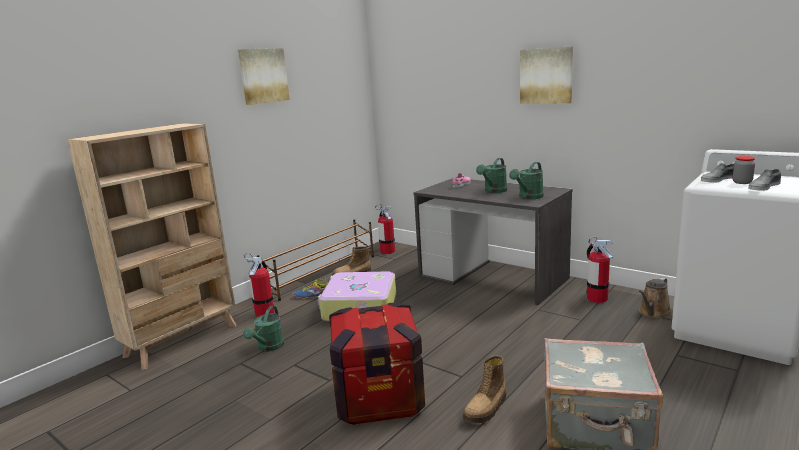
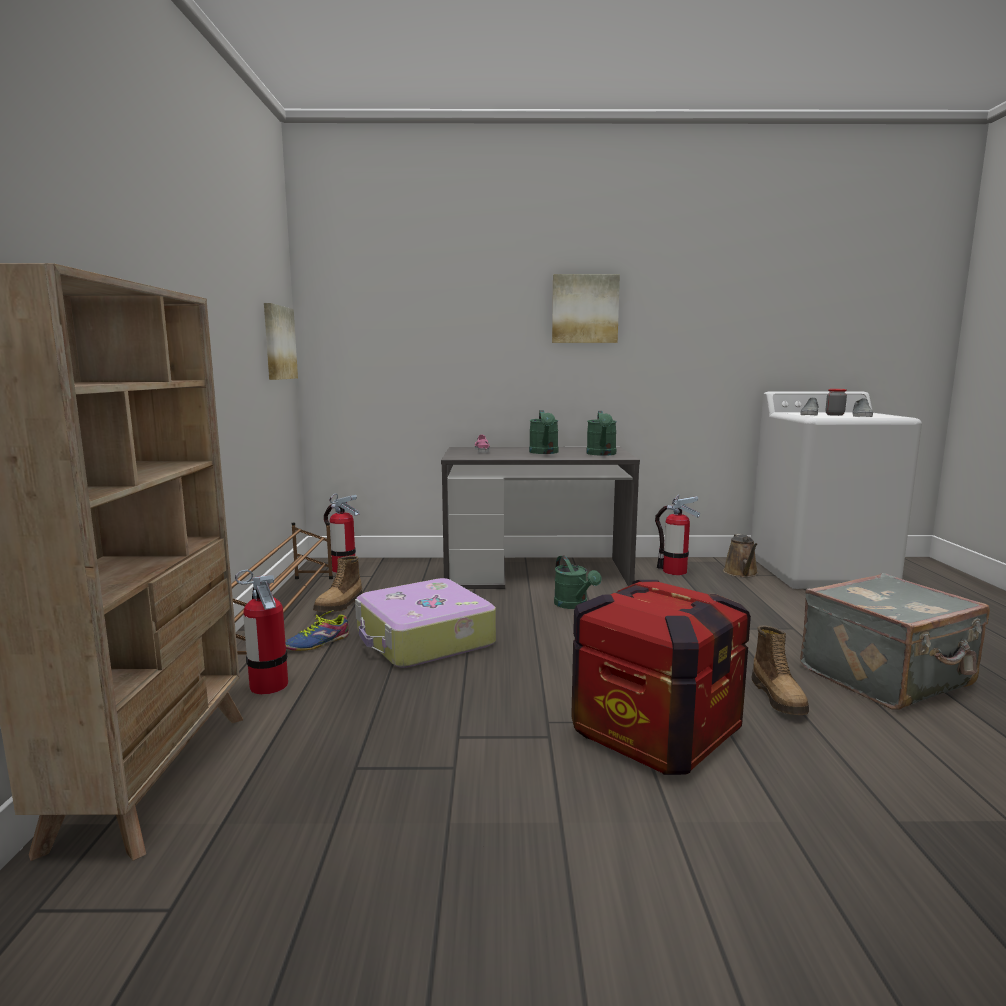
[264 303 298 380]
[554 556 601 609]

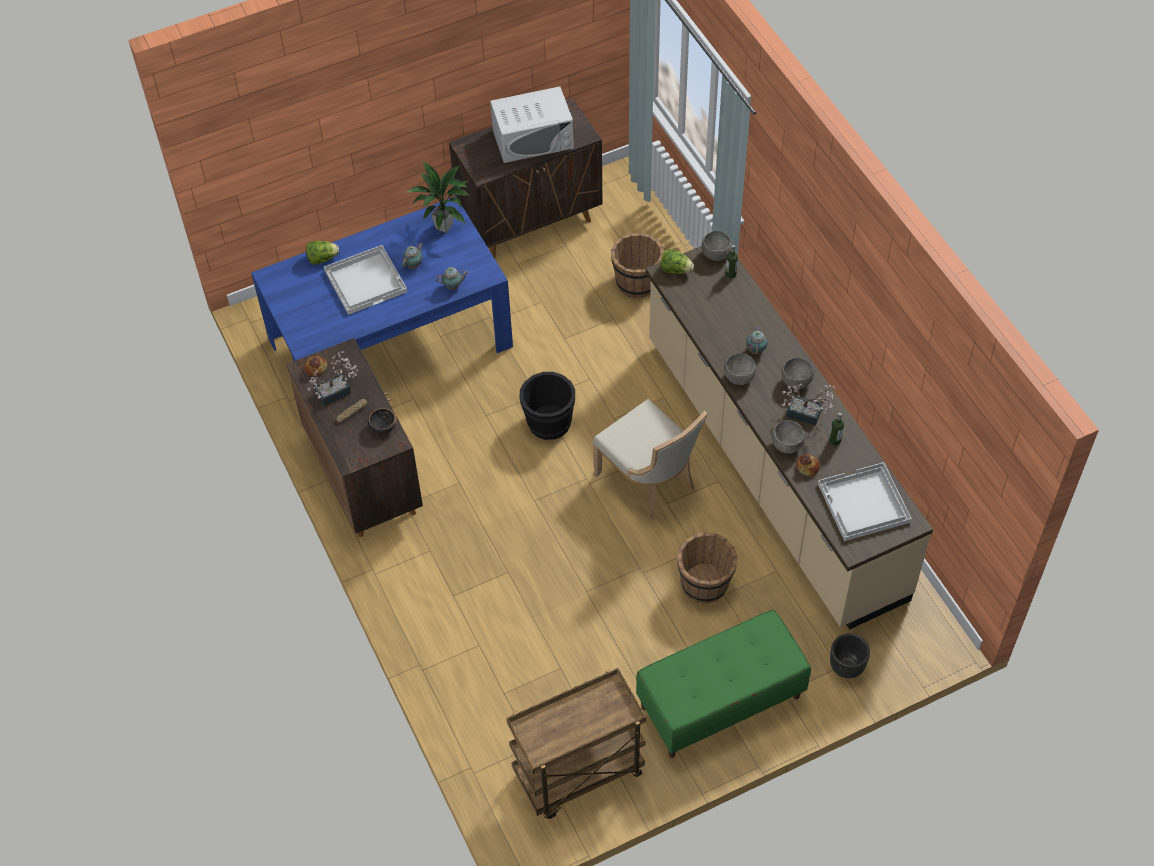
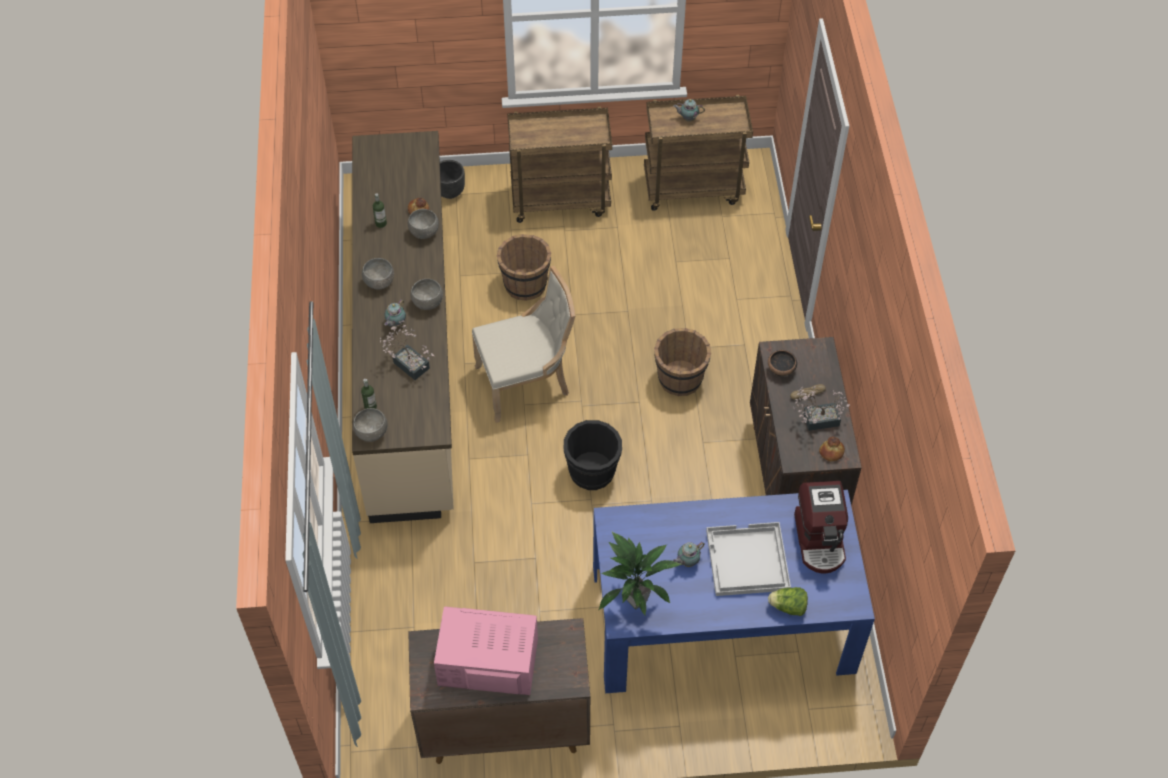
[434 607 538 695]
[654 328 711 396]
[661 249 694 274] (first image)
[673 99 705 122]
[380 321 434 380]
[472 266 575 423]
[818 462 912 541] (first image)
[507 107 612 223]
[794 481 848 574]

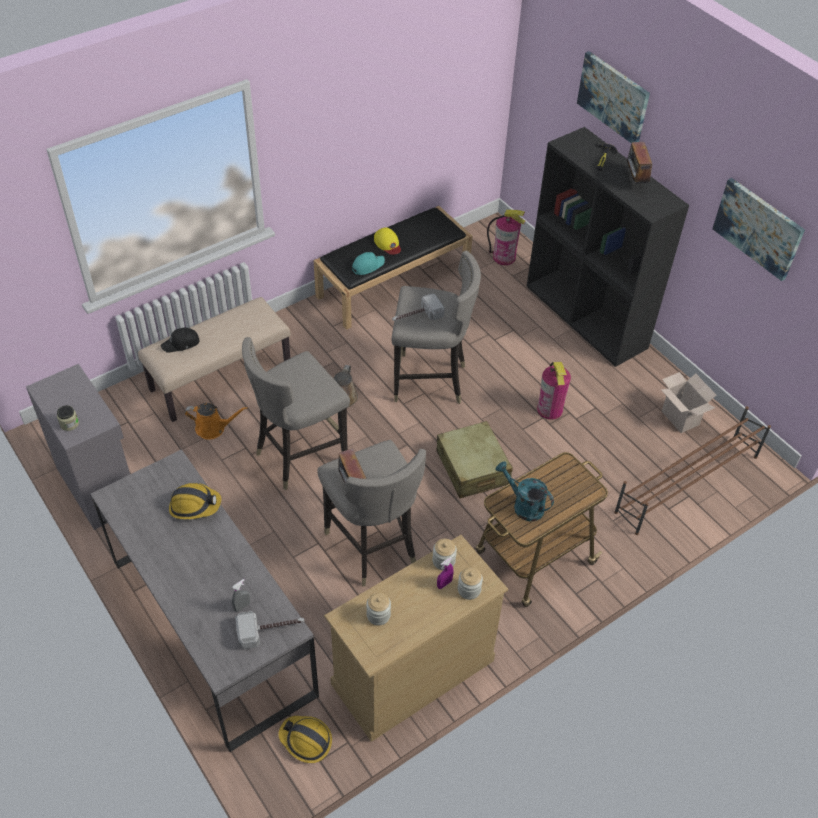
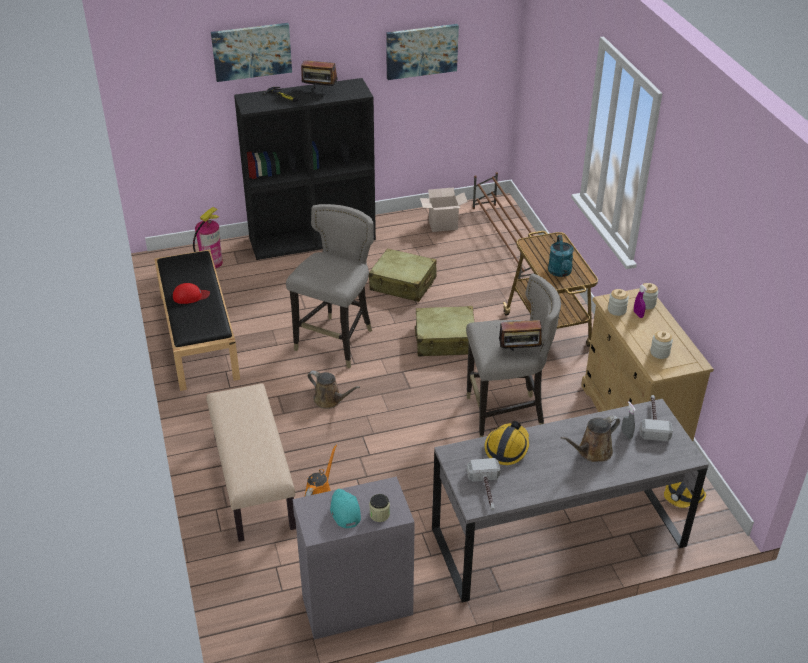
[173 283 210 304]
[330 489 361 528]
[467 458 501 510]
[160 327 200 353] (first image)
[242 337 350 490] (first image)
[369 248 437 302]
[548 235 574 277]
[561 415 620 462]

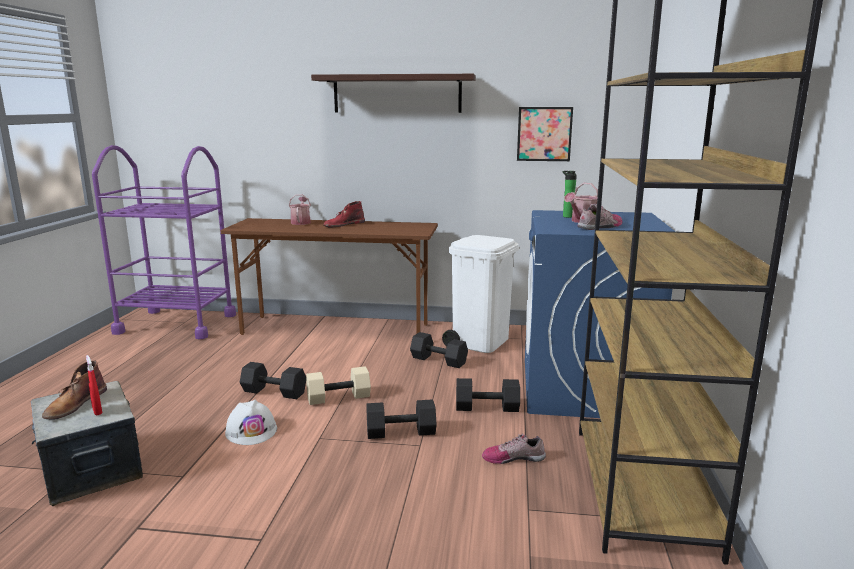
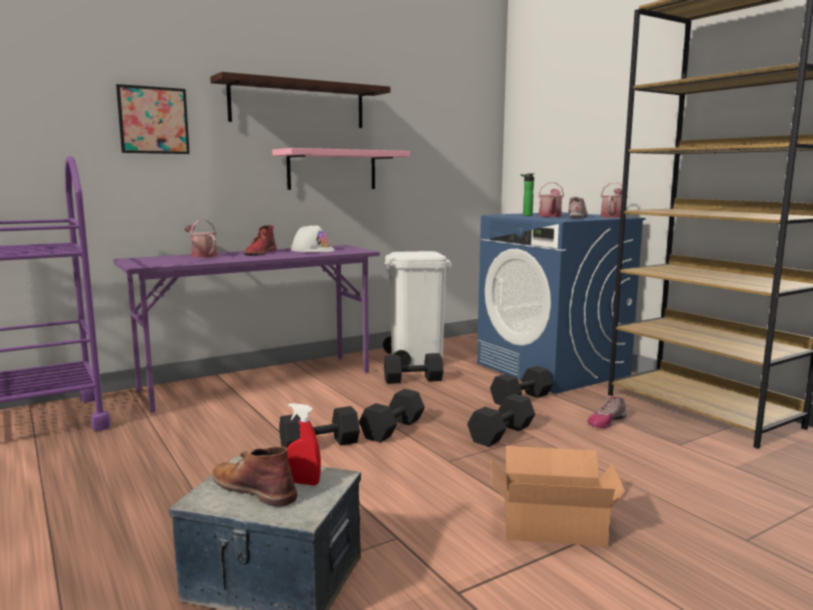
[116 84 190 154]
[113 245 380 413]
[211 446 297 507]
[359 389 425 443]
[291 226 335 252]
[272 148 410 190]
[600 182 622 218]
[491 446 625 546]

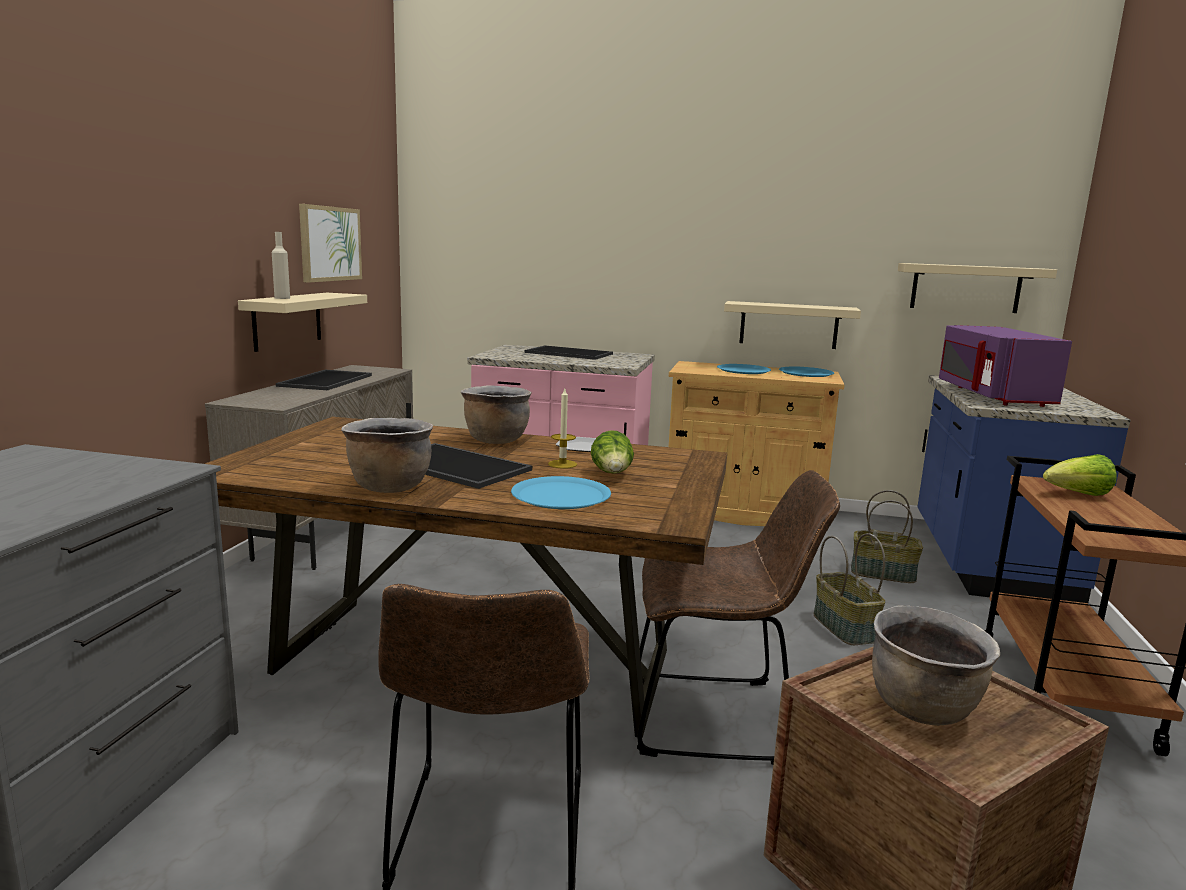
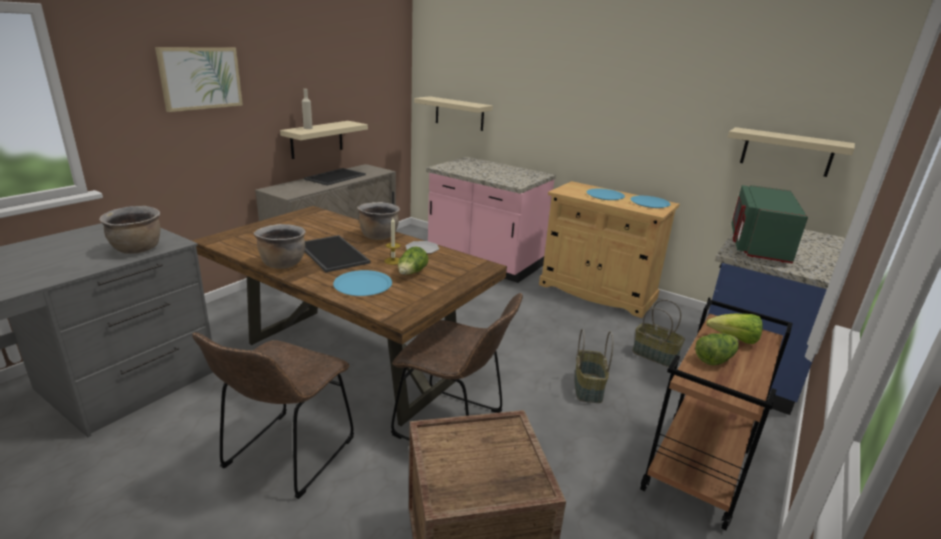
[155 47 243 112]
[414 96 493 131]
[731 185 808 263]
[525 345 613 360] (first image)
[99 206 161 254]
[695 333 739 365]

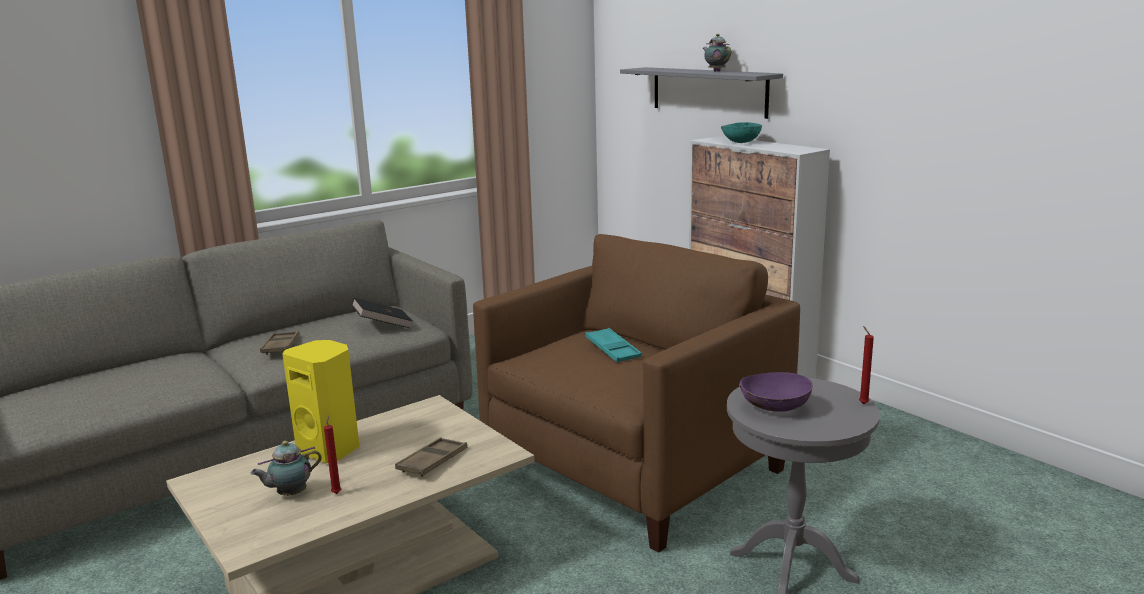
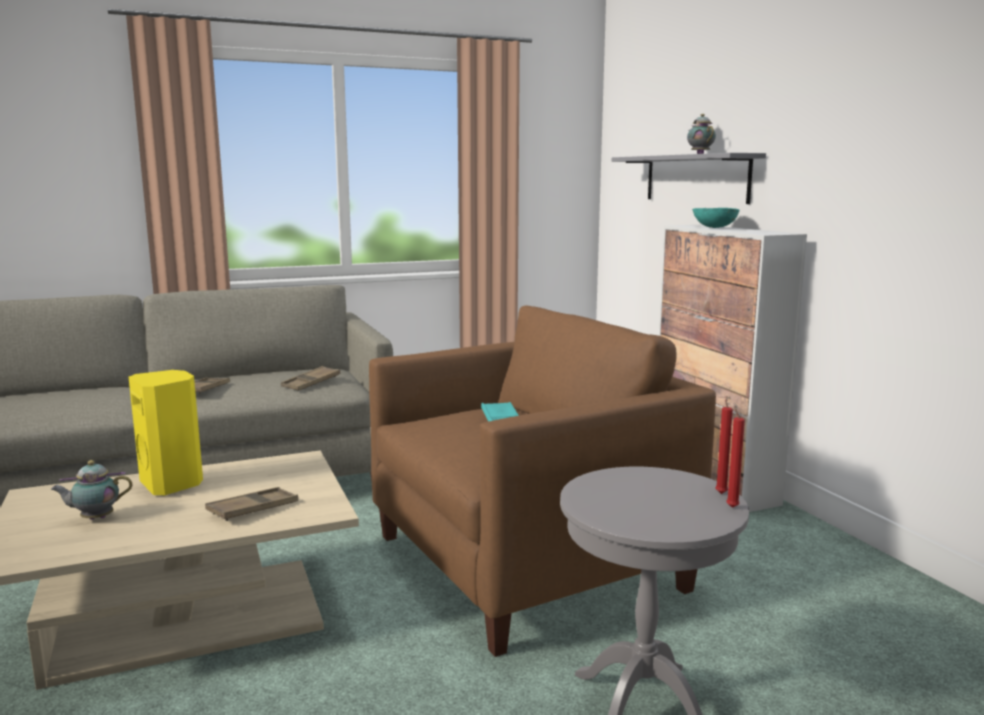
[281 366 340 391]
[739 372 813 412] (first image)
[715 396 733 494]

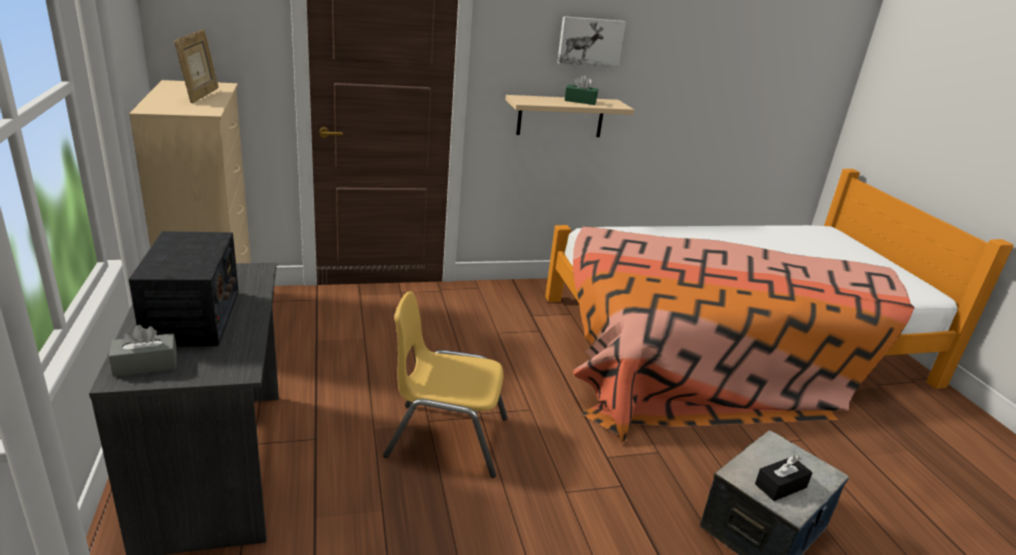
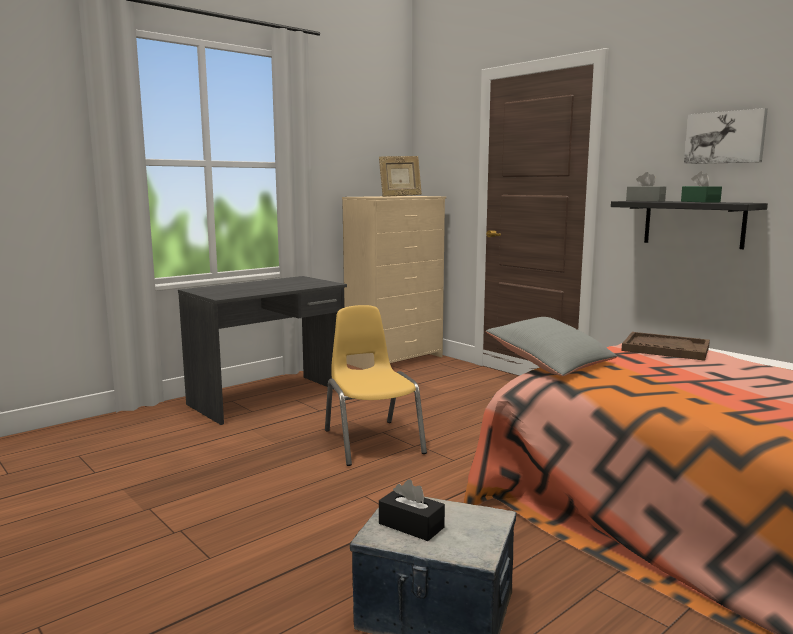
[611 201 768 249]
[128 231 239 346] (first image)
[626 172 666 202]
[486 317 617 376]
[621 332 710 361]

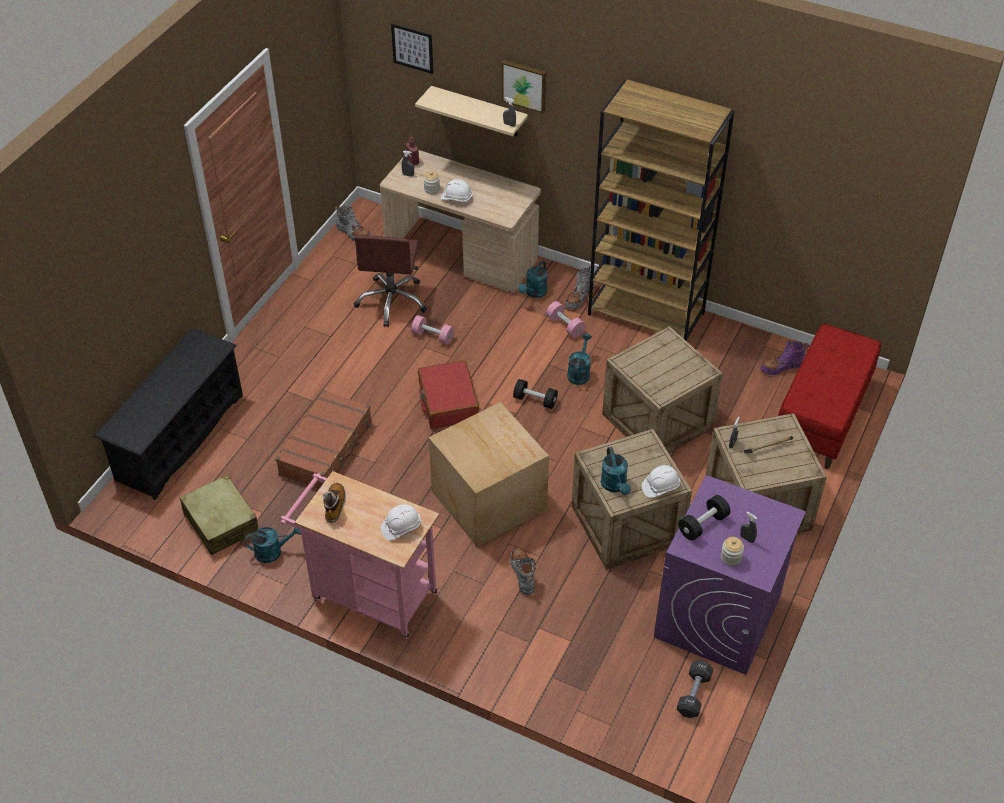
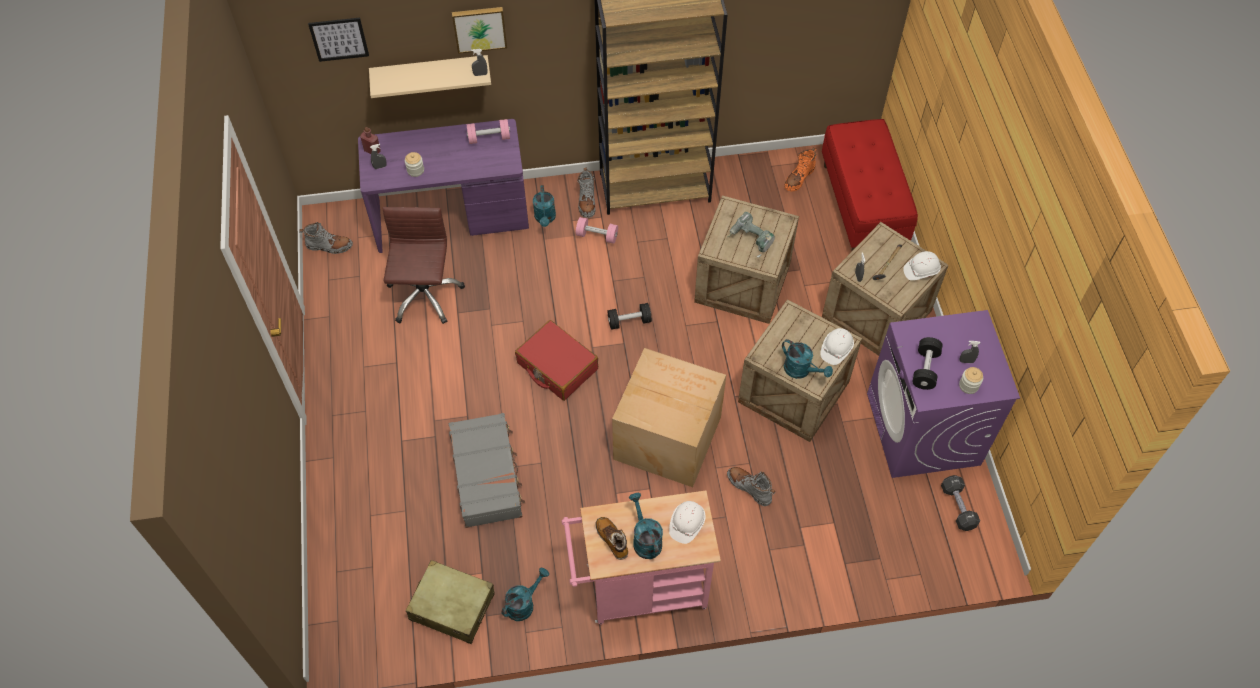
[358 119 529 253]
[903 251 941 280]
[382 207 465 324]
[466 119 510 144]
[94 328 243 500] (first image)
[629 493 663 559]
[784 148 816 192]
[449 413 525 528]
[727 212 775 258]

